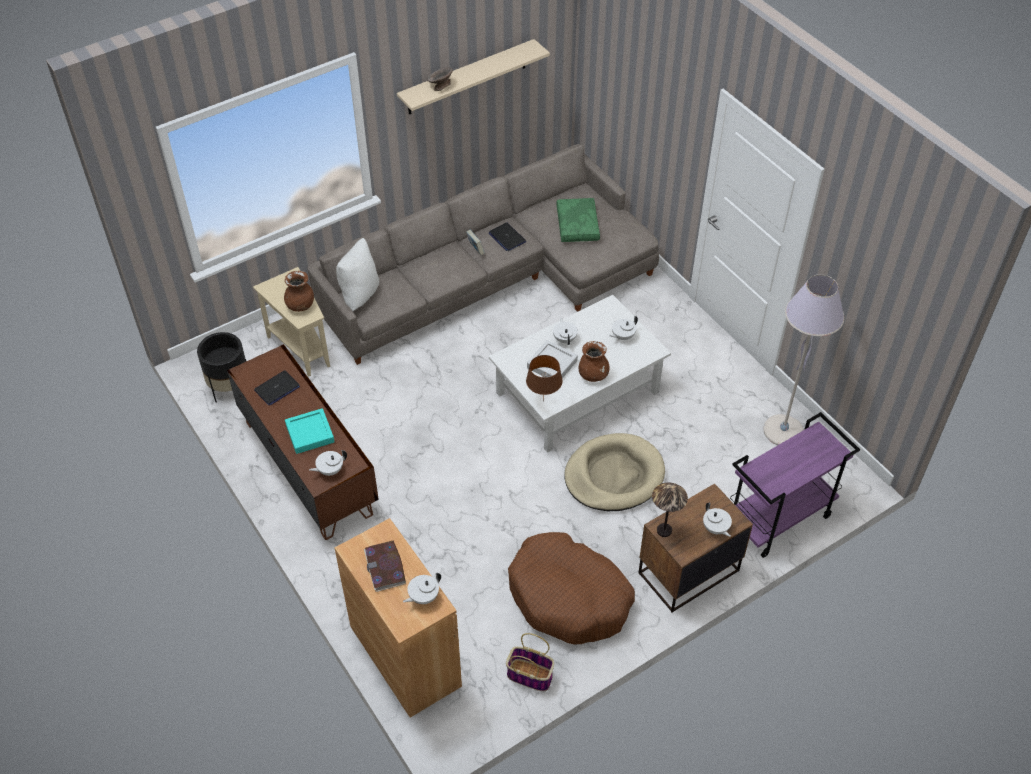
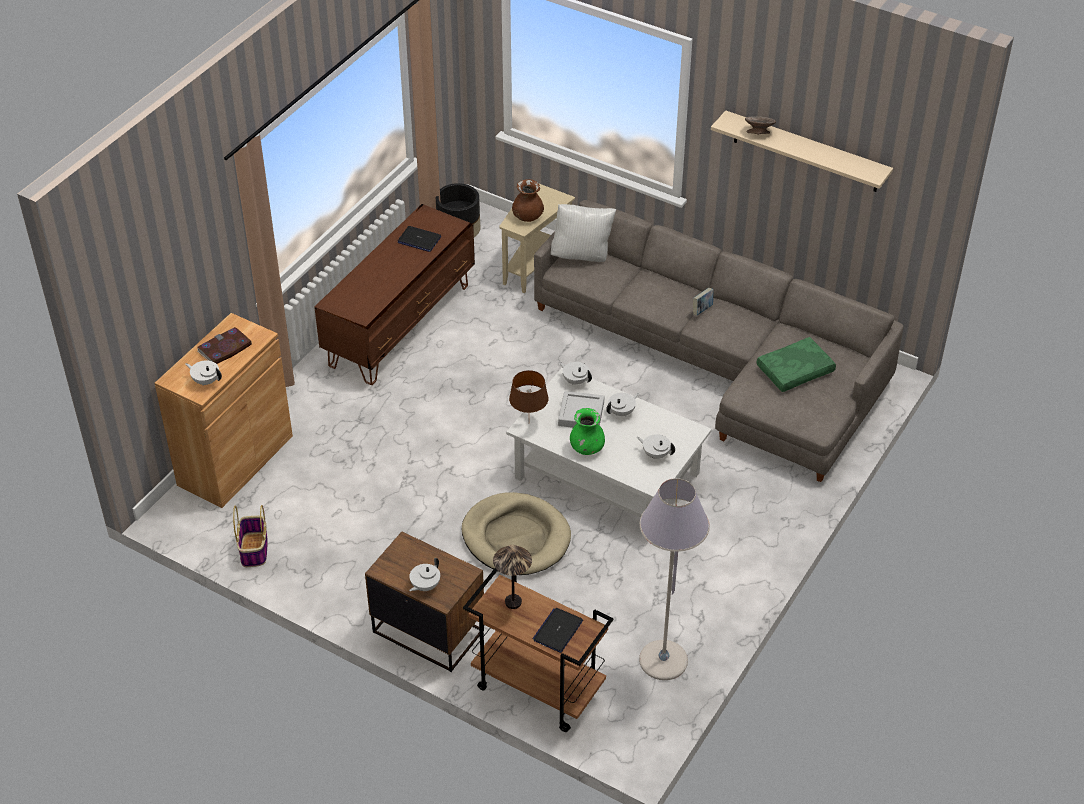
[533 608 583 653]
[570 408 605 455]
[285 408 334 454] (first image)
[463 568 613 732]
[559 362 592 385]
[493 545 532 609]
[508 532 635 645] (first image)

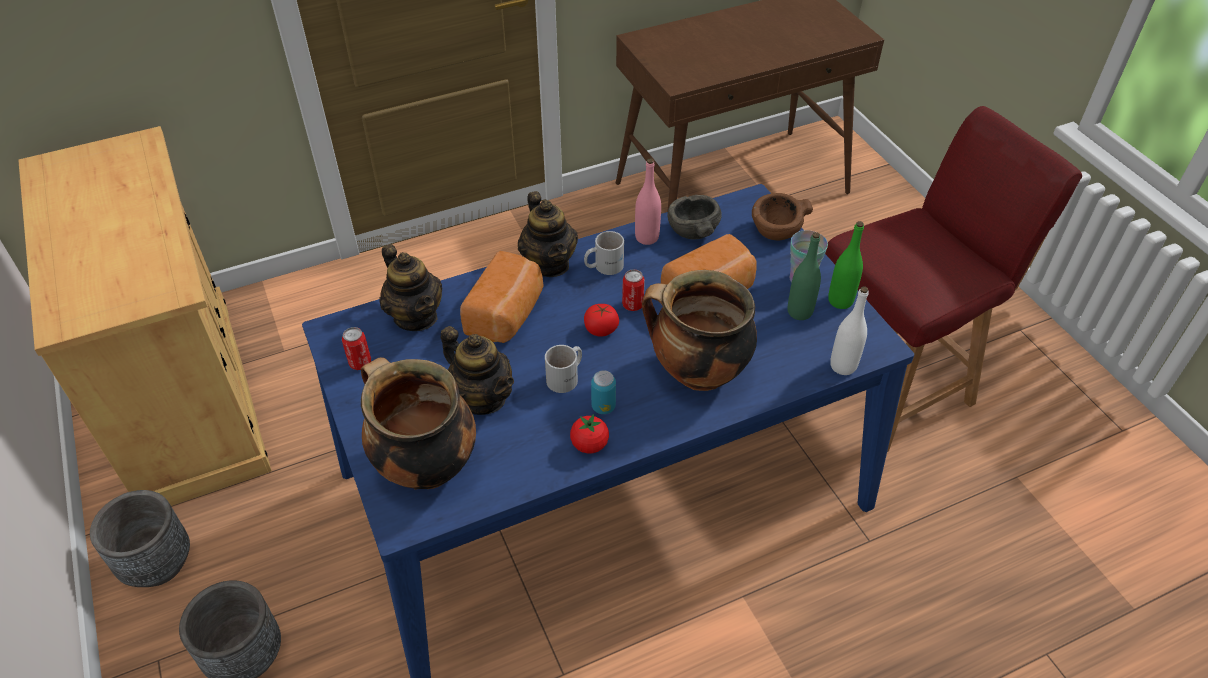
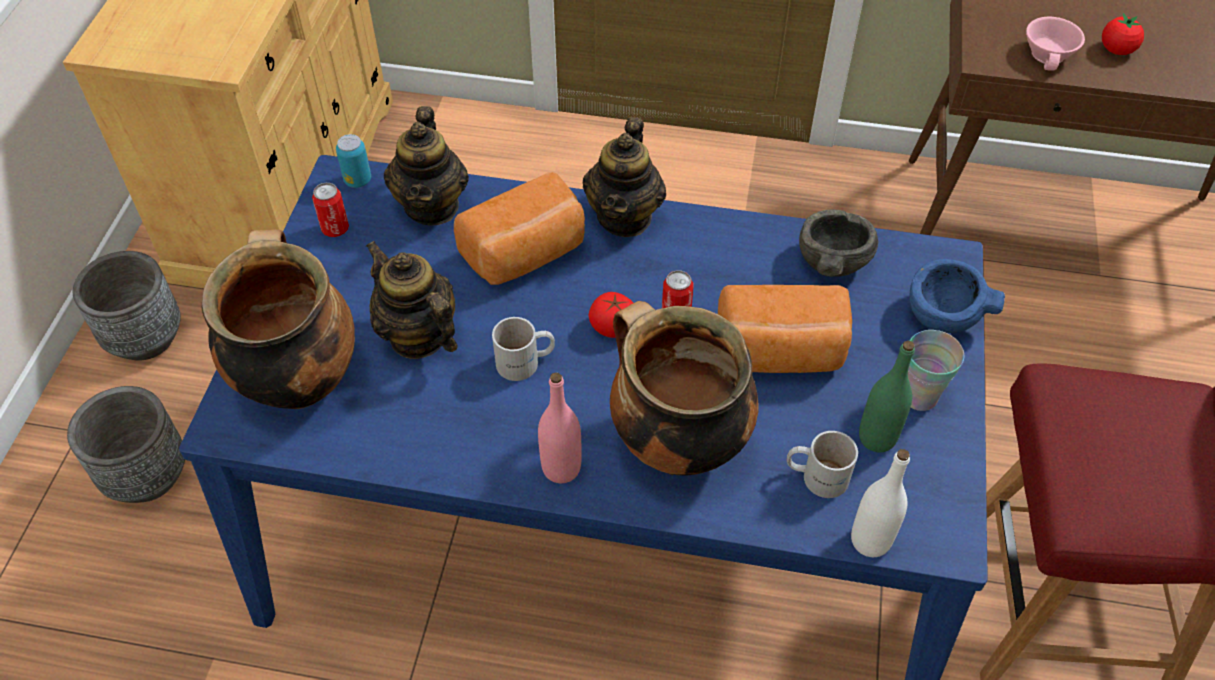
[538 372 582 483]
[909 259 1005 333]
[828 221 864 309] (first image)
[787 431 858 498]
[366 241 458 359]
[336 134 371 188]
[1102 13 1144 55]
[1026 17 1085 71]

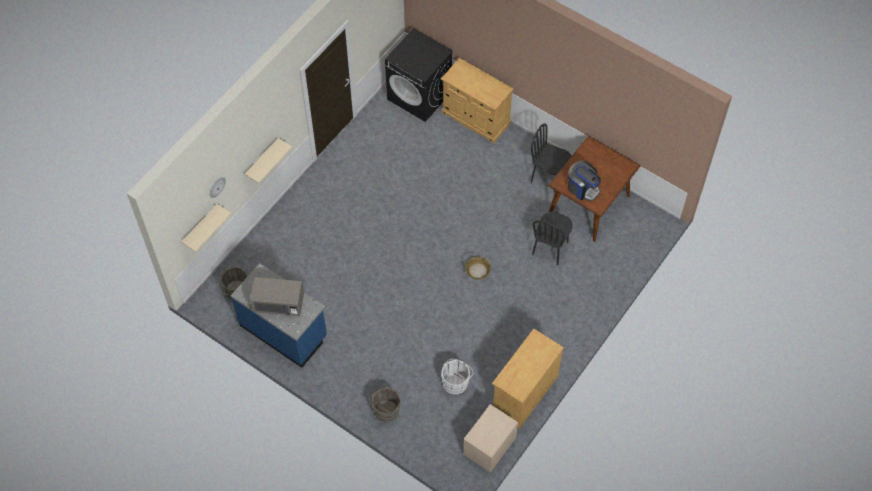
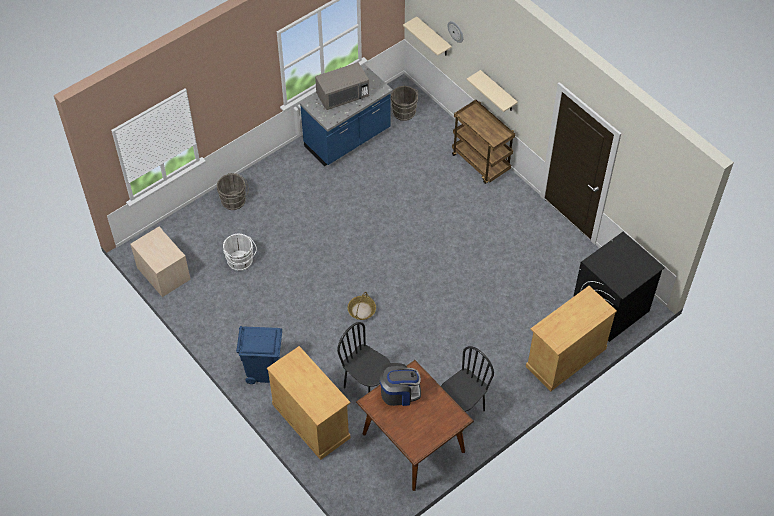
[380 363 421 406]
[315 62 369 110]
[267 346 350 460]
[452 100 515 184]
[236 326 282 384]

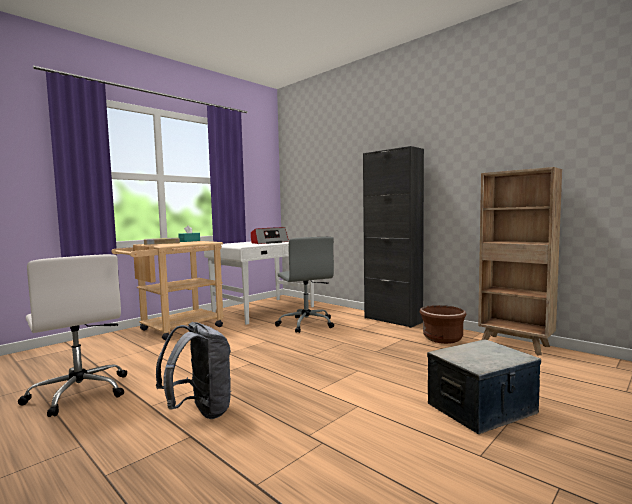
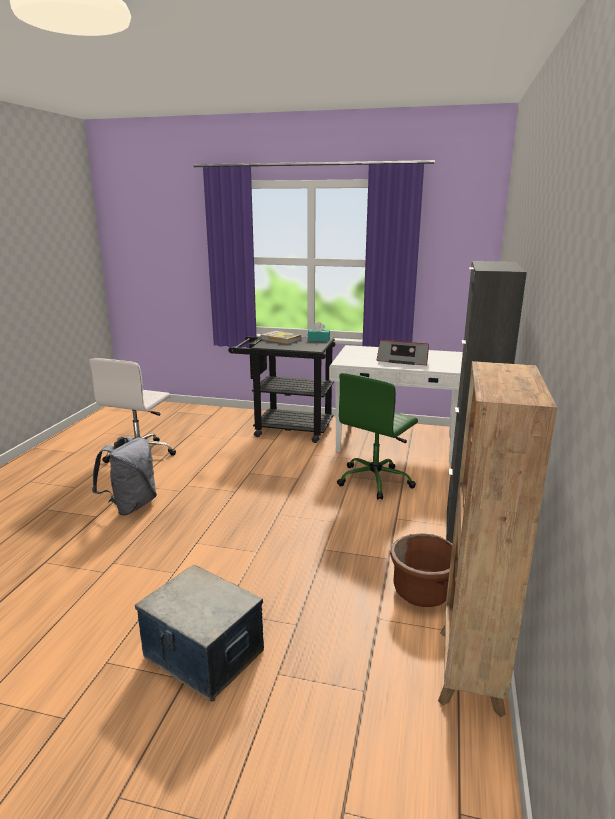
[337 373 418 499]
[228 336 335 443]

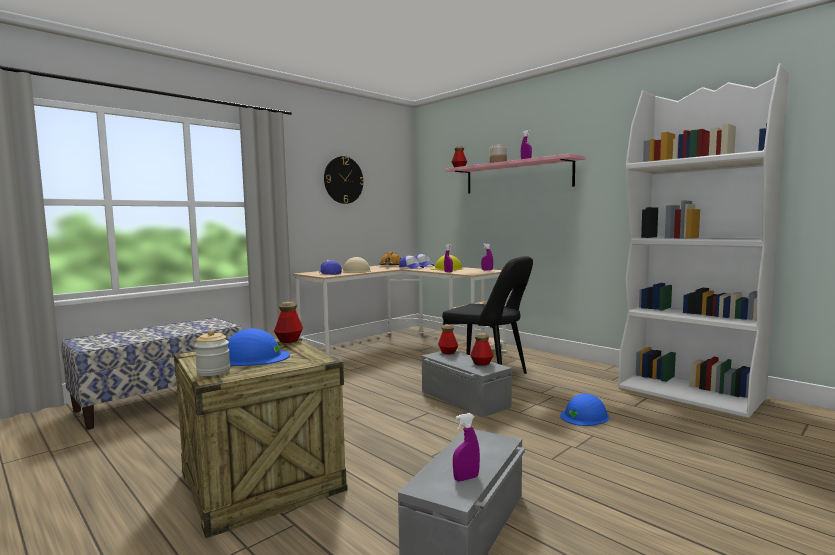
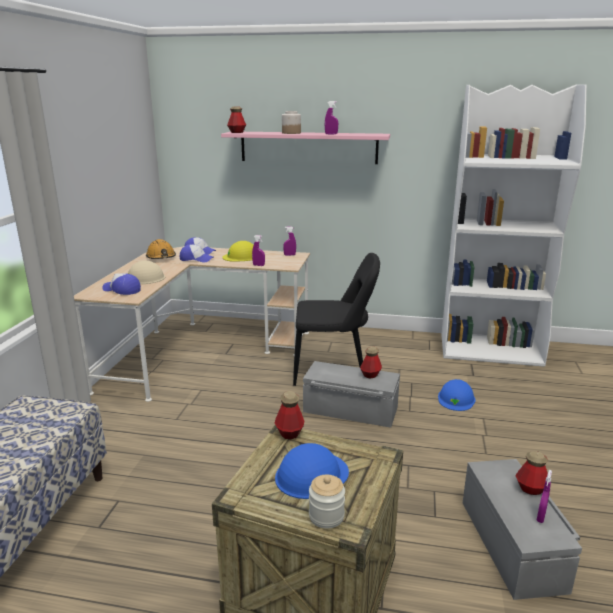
[324 156 364 204] (first image)
[515 451 548 495]

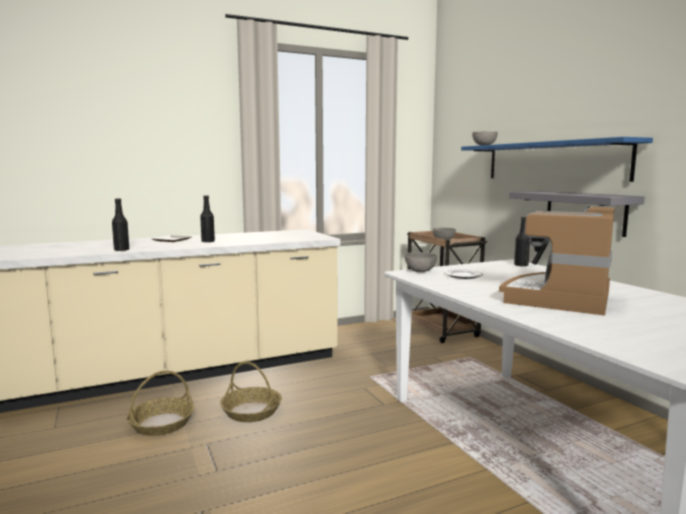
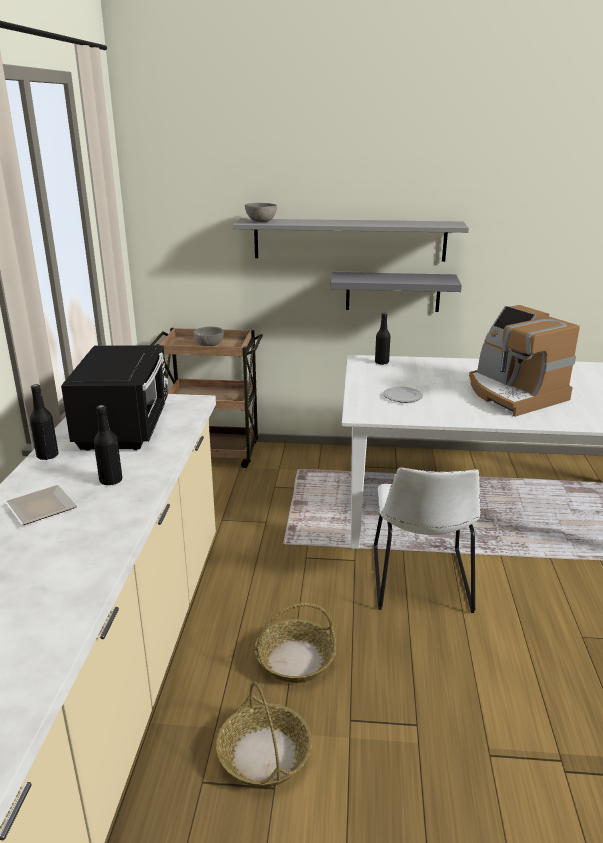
[233 219 469 262]
[30 384 58 460]
[405 252 437 272] (first image)
[61 345 168 451]
[374 467 481 613]

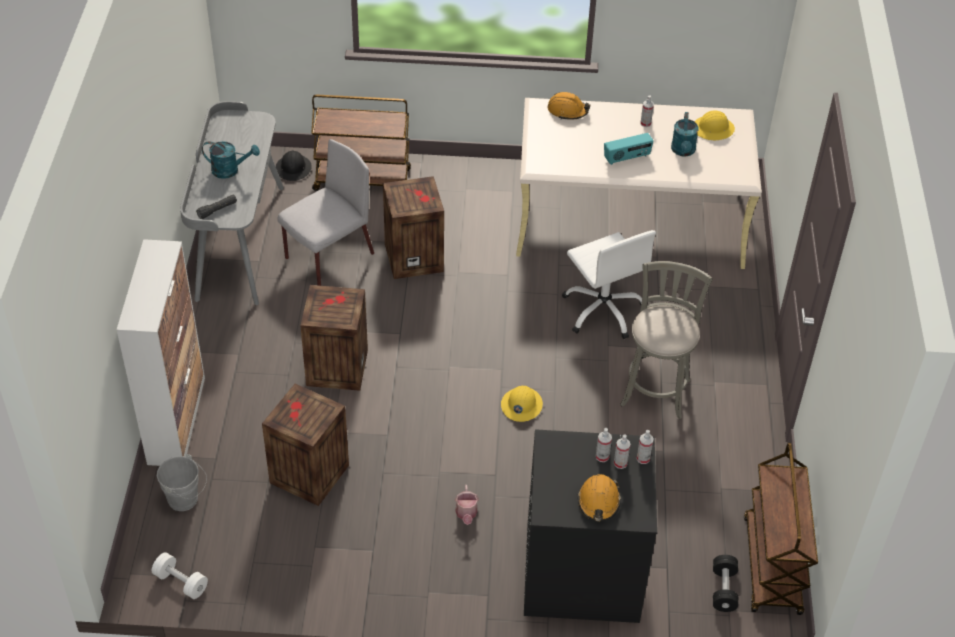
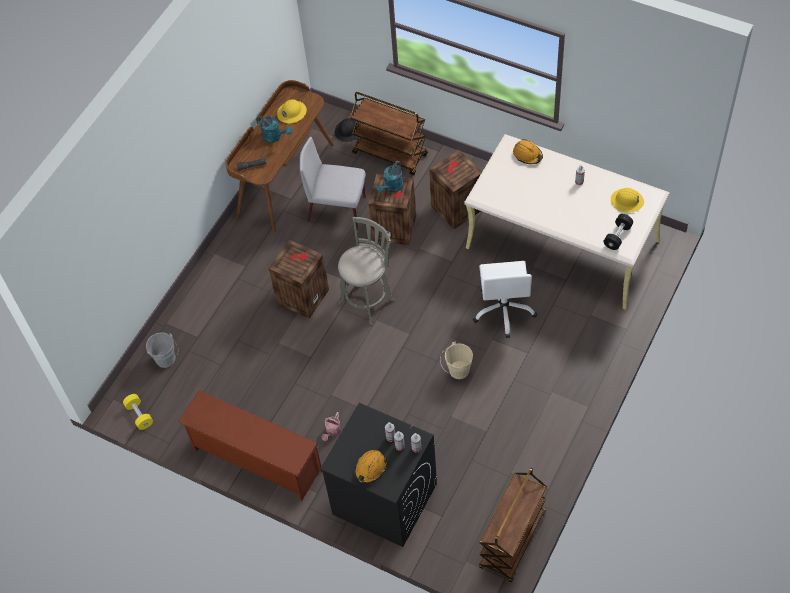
[225 80 334 233]
[376 161 403 193]
[604 133 654 165] (first image)
[299 137 366 228]
[117 239 205 466] (first image)
[338 217 395 325]
[429 150 482 229]
[277 99 307 124]
[123 394 153 430]
[603 214 633 250]
[440 342 473 379]
[178 390 322 501]

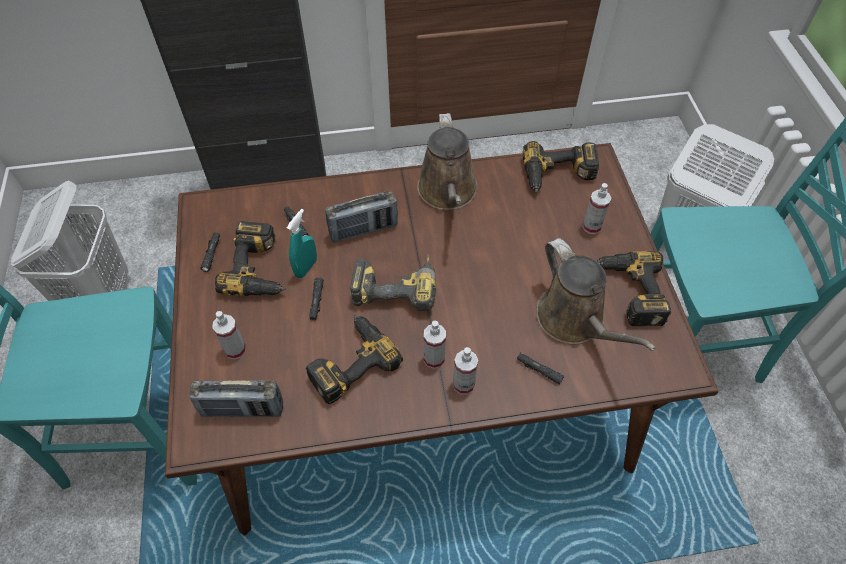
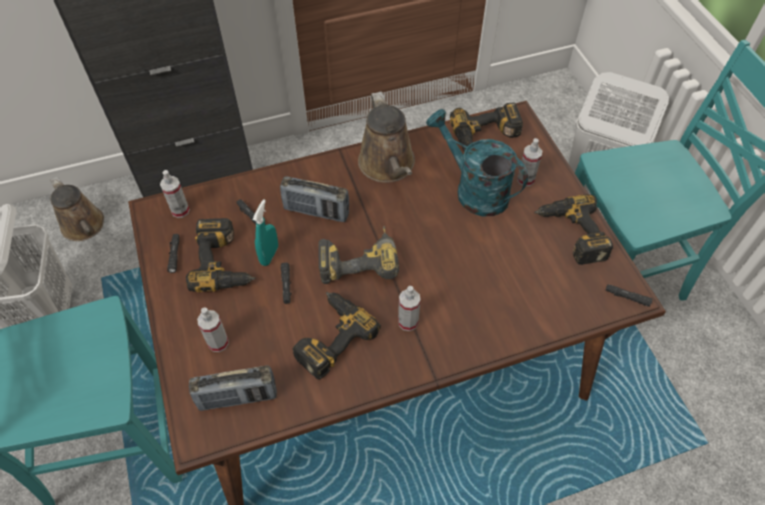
[280 176 349 222]
[50 176 104 241]
[160 170 190 218]
[606 284 653 307]
[426 109 528 216]

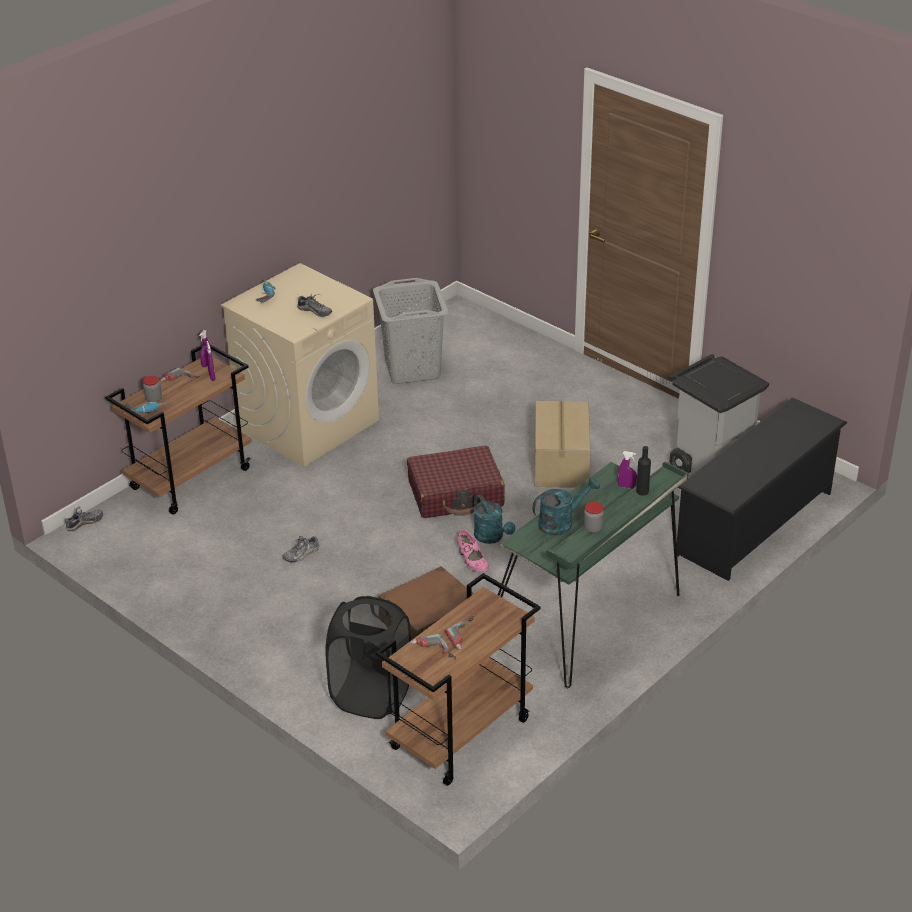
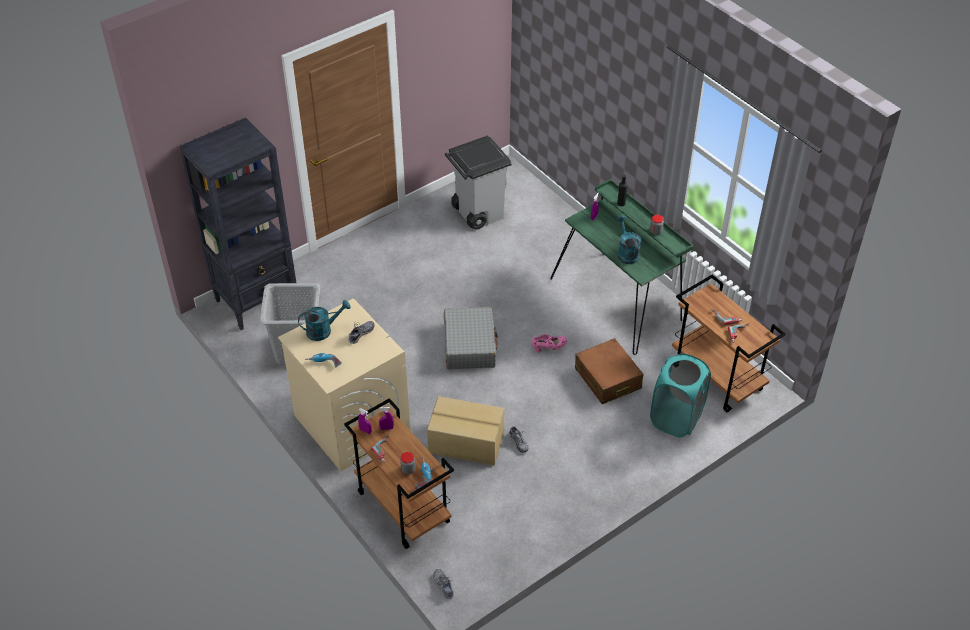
[677 397 847 581] (first image)
[427 396 504 465]
[444 307 498 369]
[298 300 351 341]
[650 353 711 437]
[180 118 298 330]

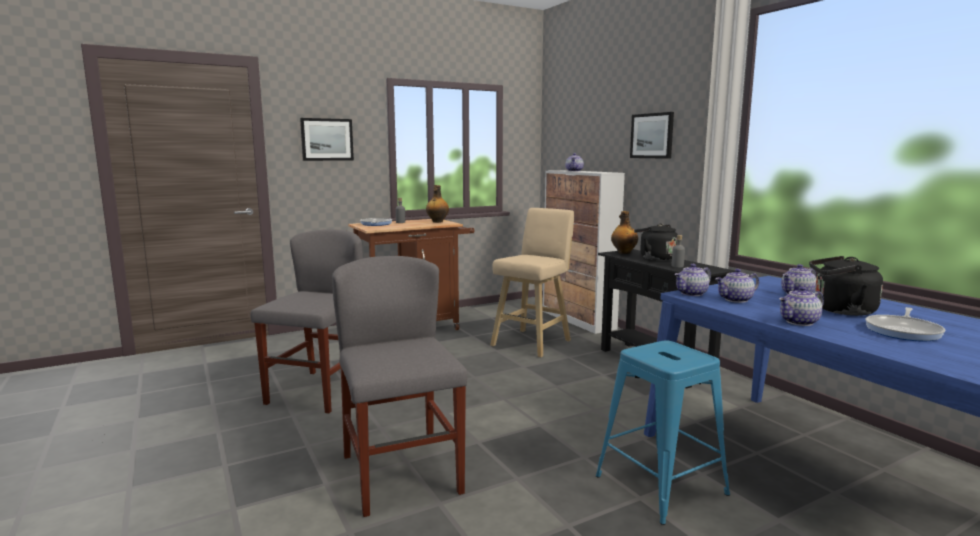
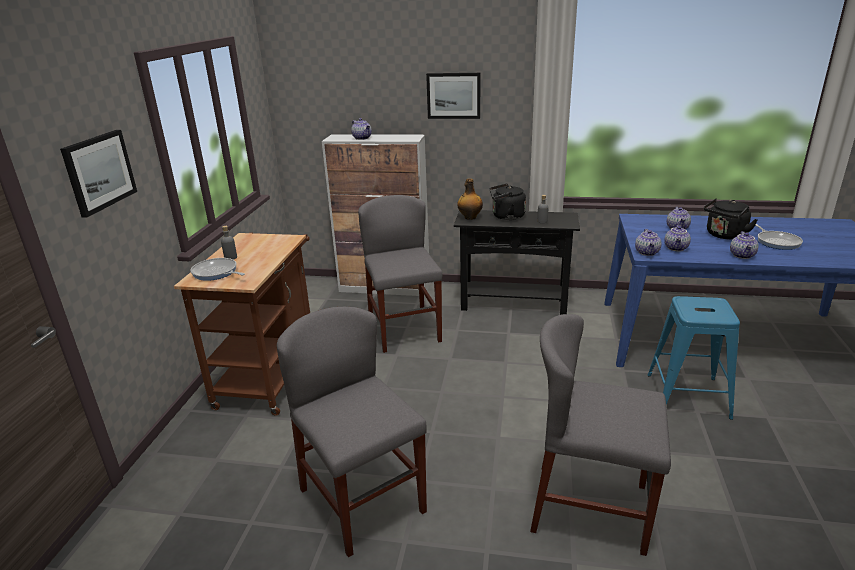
[426 185 449 223] (first image)
[358 195 442 353]

